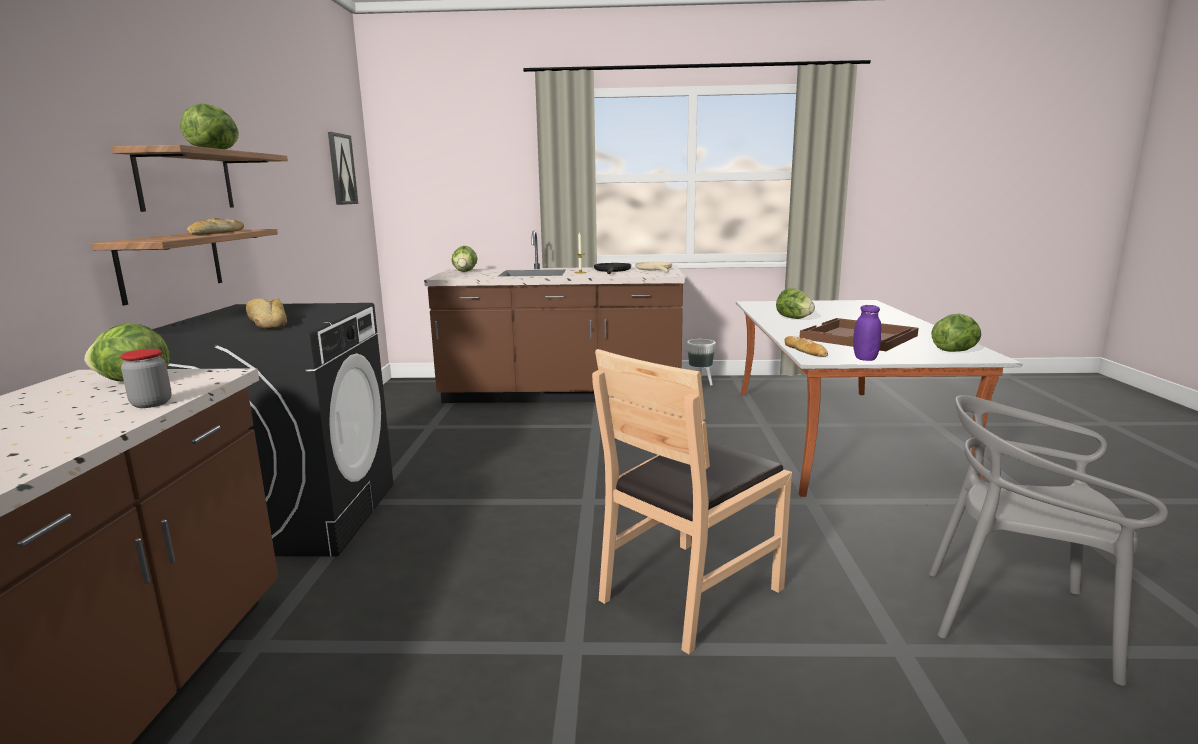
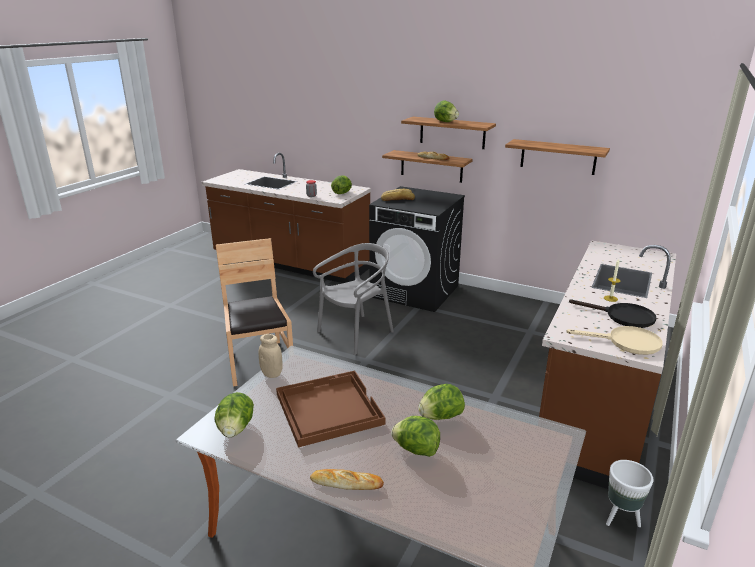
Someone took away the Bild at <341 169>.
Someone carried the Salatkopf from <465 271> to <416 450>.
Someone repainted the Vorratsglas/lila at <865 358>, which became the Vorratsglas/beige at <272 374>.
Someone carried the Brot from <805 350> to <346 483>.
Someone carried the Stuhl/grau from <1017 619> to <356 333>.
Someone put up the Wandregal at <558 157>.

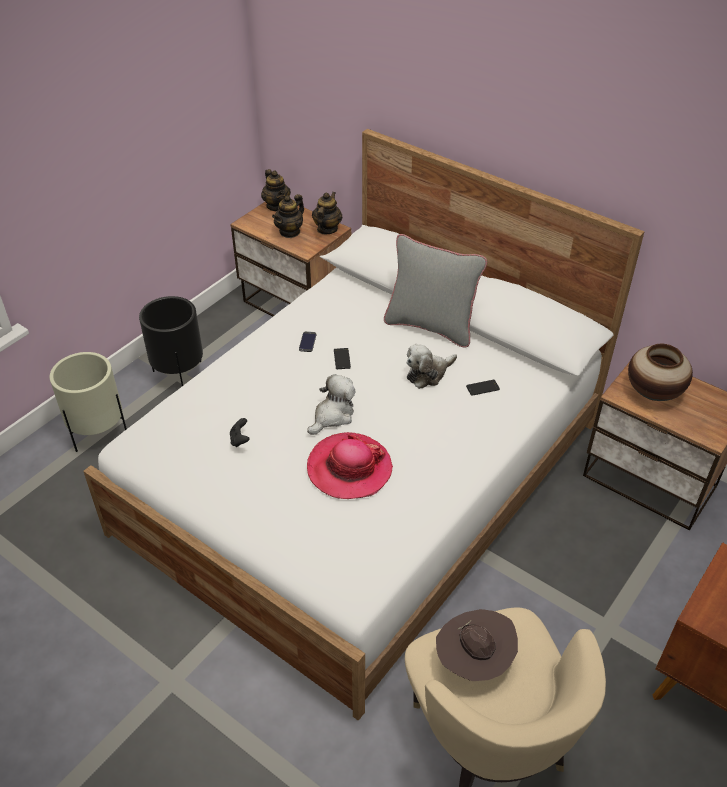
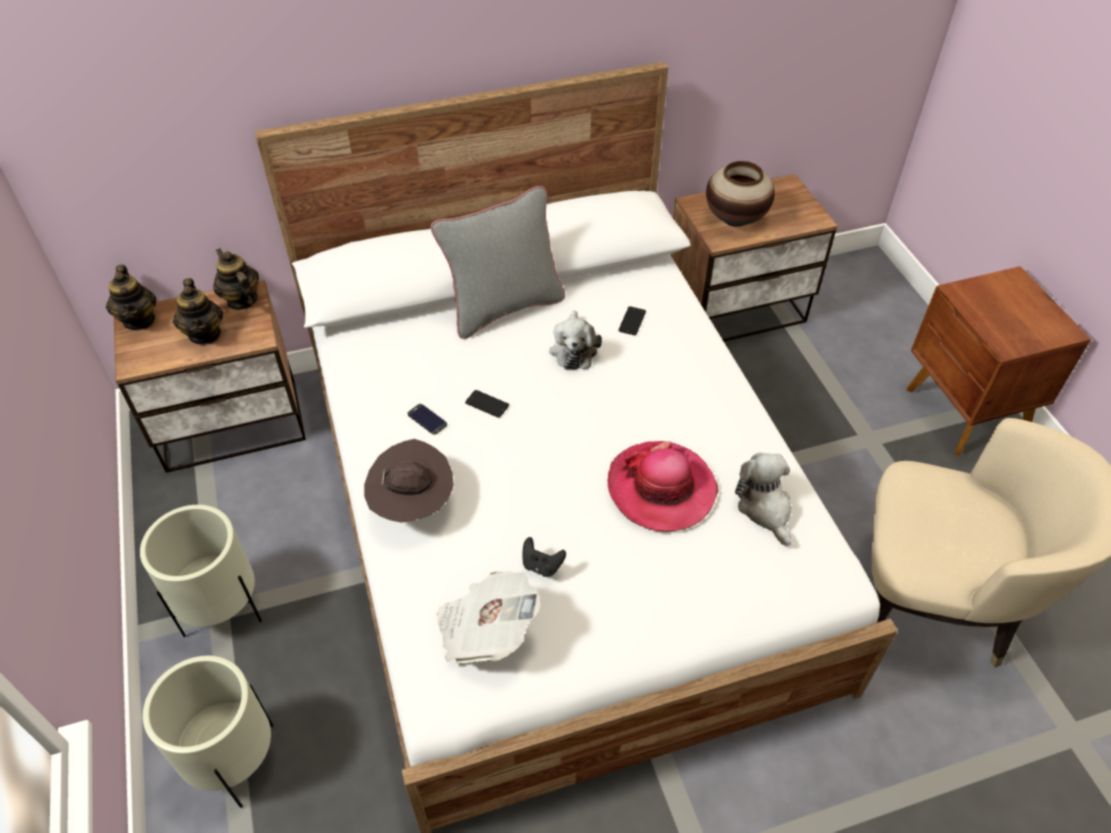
Someone rotated the Teekanne at <277 206> by 60 degrees clockwise.
Someone repainted the Pflanzkübel/schwarz at <179 375>, which became the Pflanzkübel/beige at <222 610>.
Someone carried the Plüschtier from <332 416> to <765 508>.
Someone carried the Hut/braun from <474 661> to <413 504>.
Someone put down the Zeitung at <486 630>.

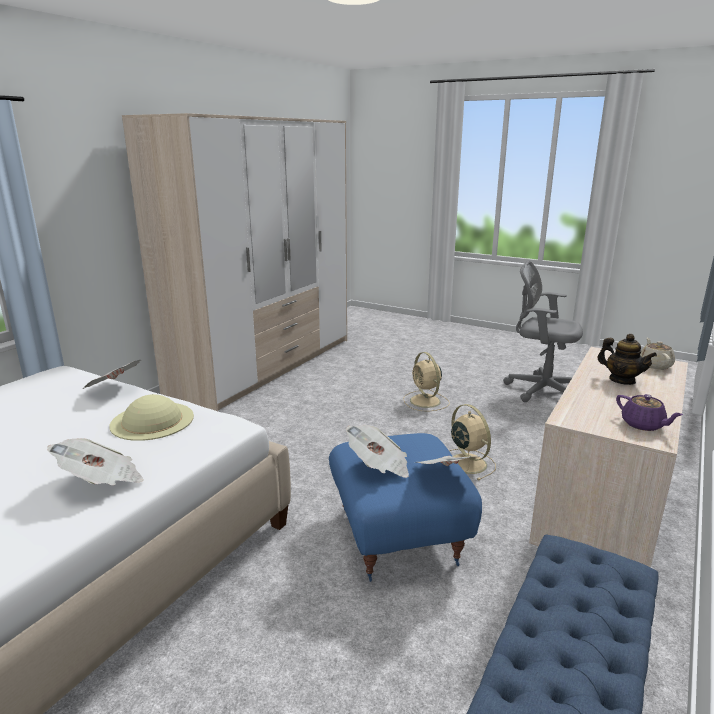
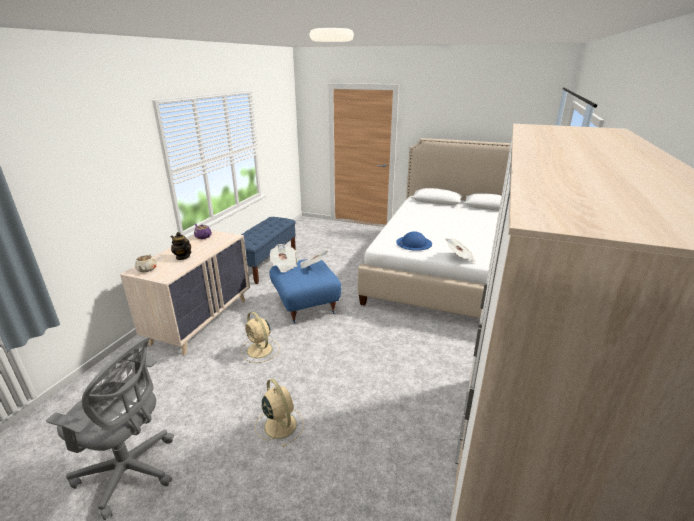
Someone repainted the Hut/beige at <152 420>, which became the Hut/blau at <414 243>.
Someone took away the Zeitung at <102 481>.

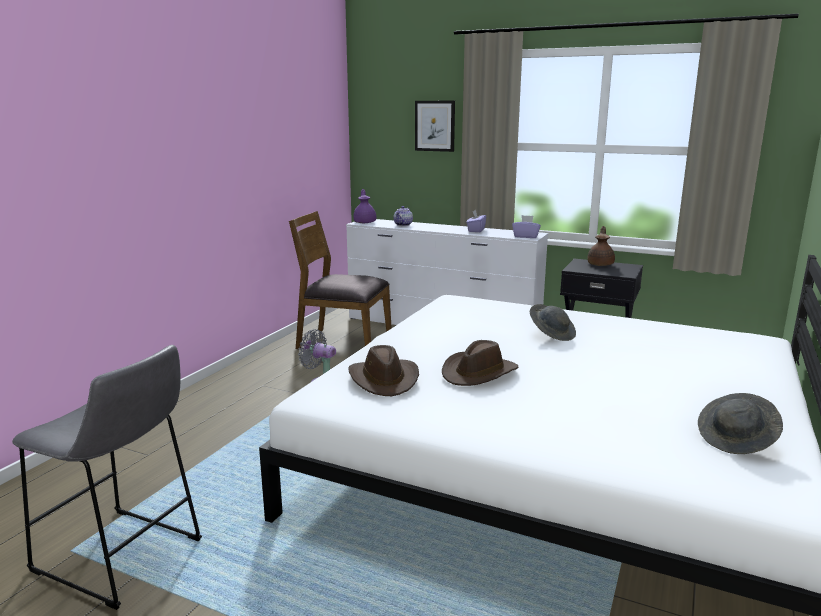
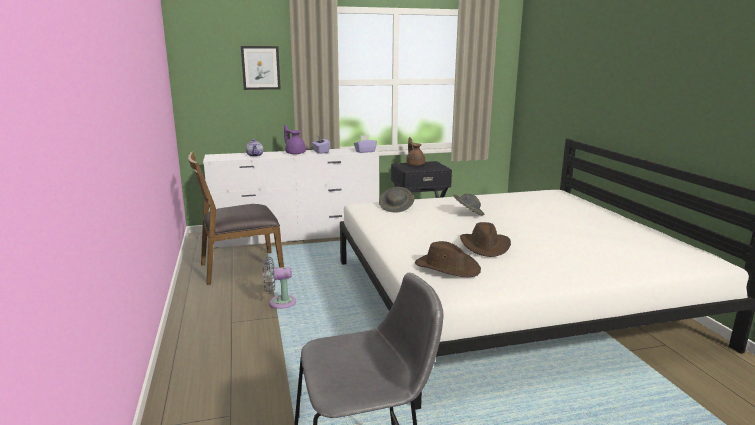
Someone carried the Teekanne/lila from <365 222> to <295 153>.
Someone carried the Hut/grau from <737 439> to <396 208>.

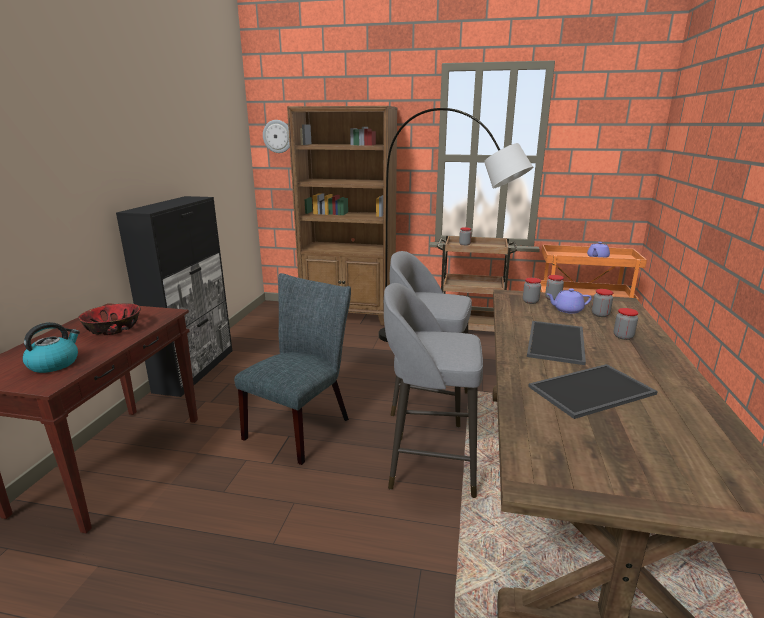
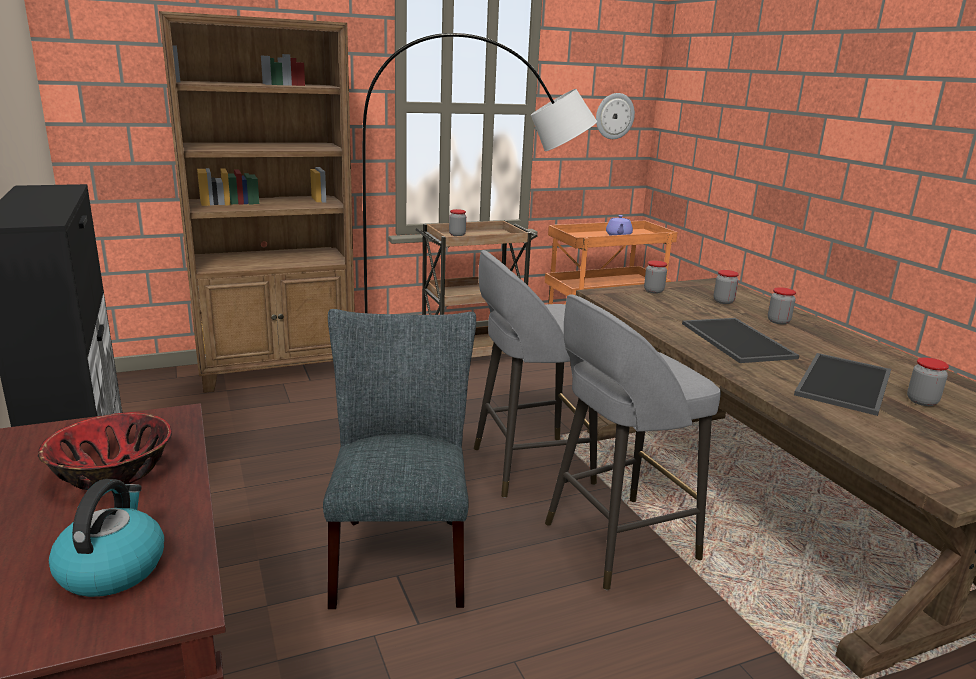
Someone carried the Wanduhr from <278 136> to <614 116>.
Someone carried the Vorratsglas from <530 301> to <922 401>.
Someone took away the Teekanne/lila at <567 310>.

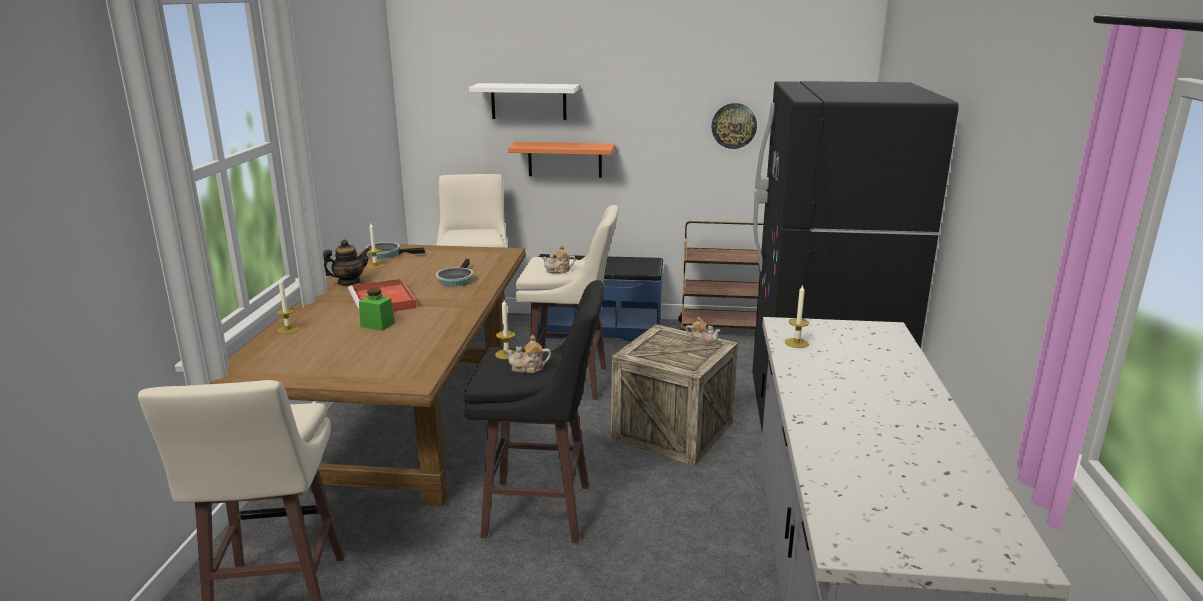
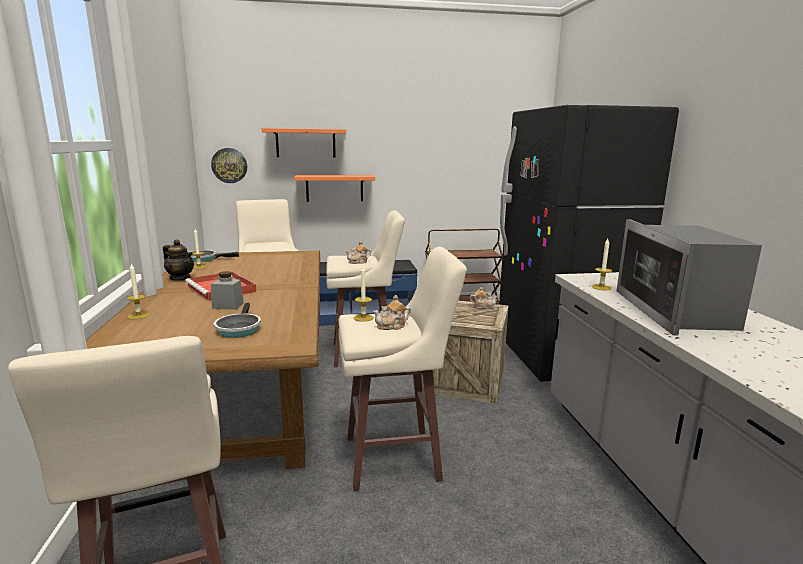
Someone repainted the Wandregal/weiß at <528 101>, which became the Wandregal/orange at <305 143>.
Someone carried the Wanduhr from <734 125> to <229 165>.
Someone rotated the Teekanne at <348 282> by 75 degrees clockwise.
Someone carried the Pfanne from <455 280> to <238 329>.
Someone repainted the Hocker/schwarz at <541 512>, which became the Hocker/beige at <396 459>.
Someone repainted the Vorratsglas/grün at <377 325>, which became the Vorratsglas/grau at <228 305>.
Someone put down the Mikrowelle at <675 311>.

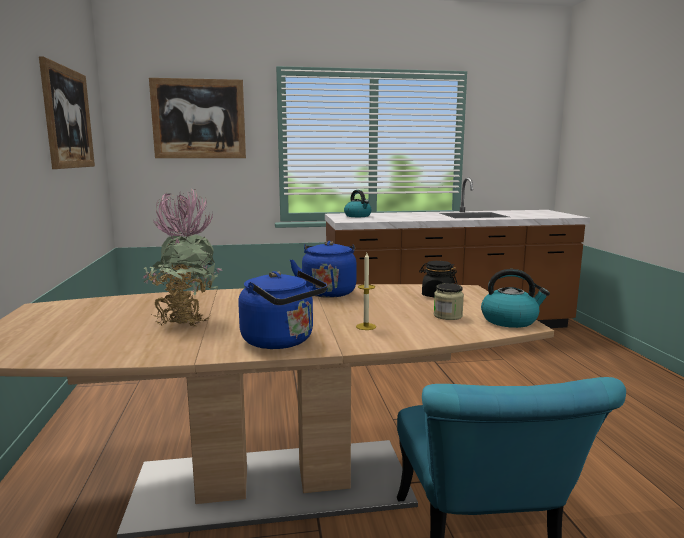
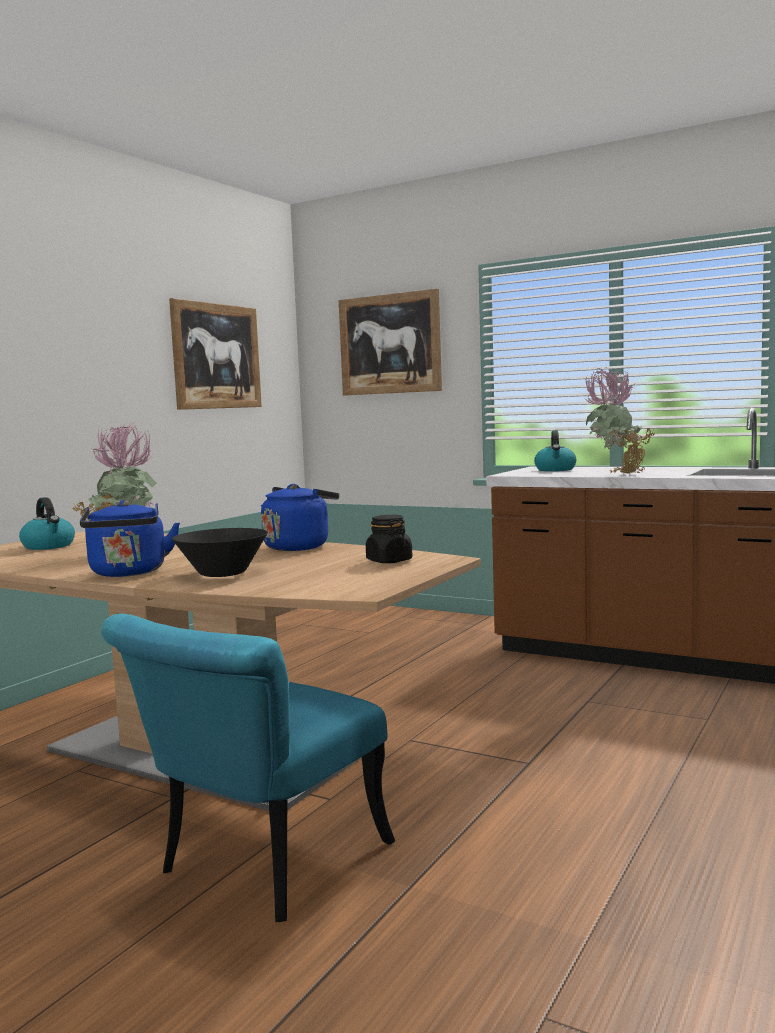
Someone swapped the Kerze at <366 326> for the Schüssel/schwarz at <222 573>.
Someone carried the Wasserkessel from <510 320> to <49 546>.
Someone took away the Vorratsglas at <448 316>.
Someone put down the Topfpflanze at <617 475>.

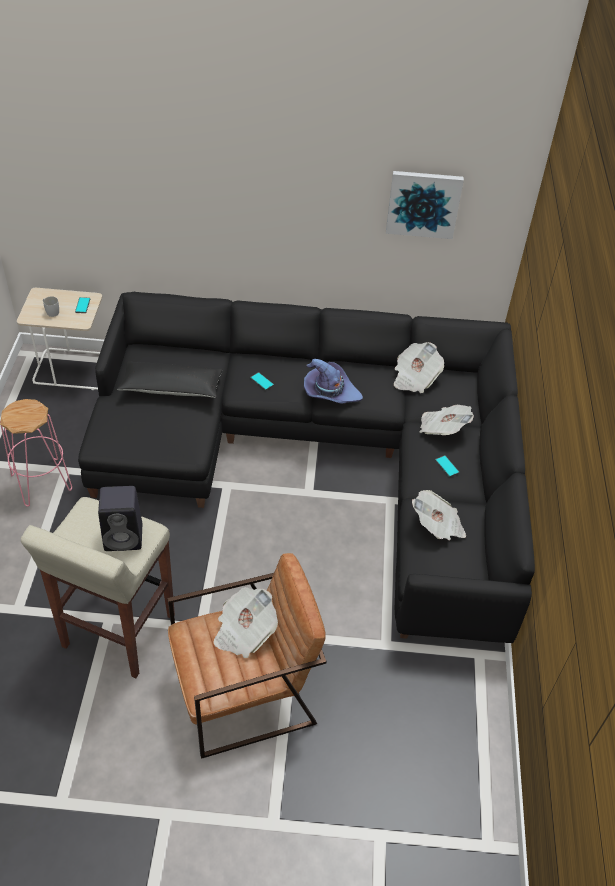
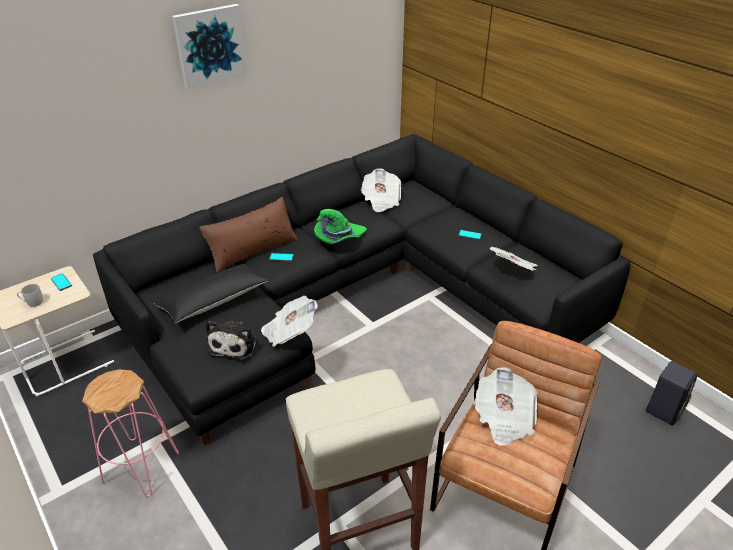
Someone carried the Bild from <423 204> to <210 45>.
Someone repainted the Hut/lila at <330 392>, which became the Hut/grün at <339 237>.
Someone carried the Zeitung from <442 429> to <289 332>.
Someone carried the Lautsprecher/schwarz from <125 537> to <664 409>.
Someone put down the Kissen/braun at <253 250>.
Someone put down the Plüschtier at <234 344>.

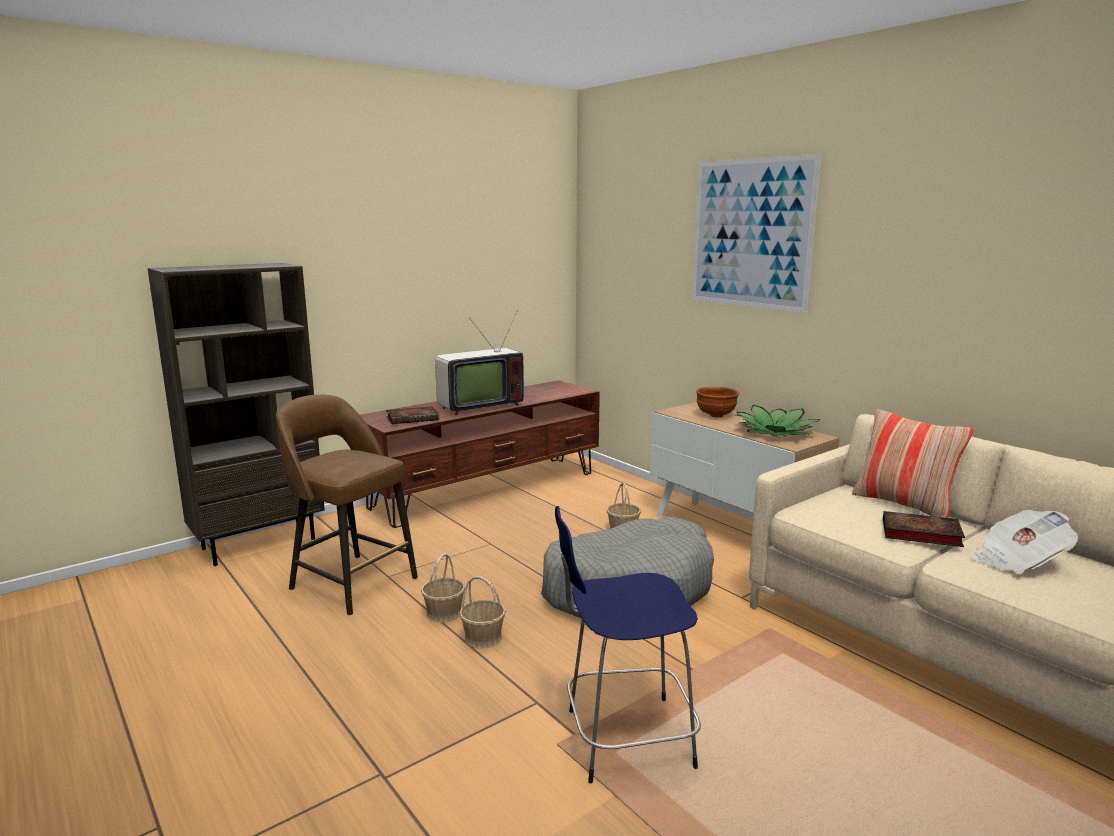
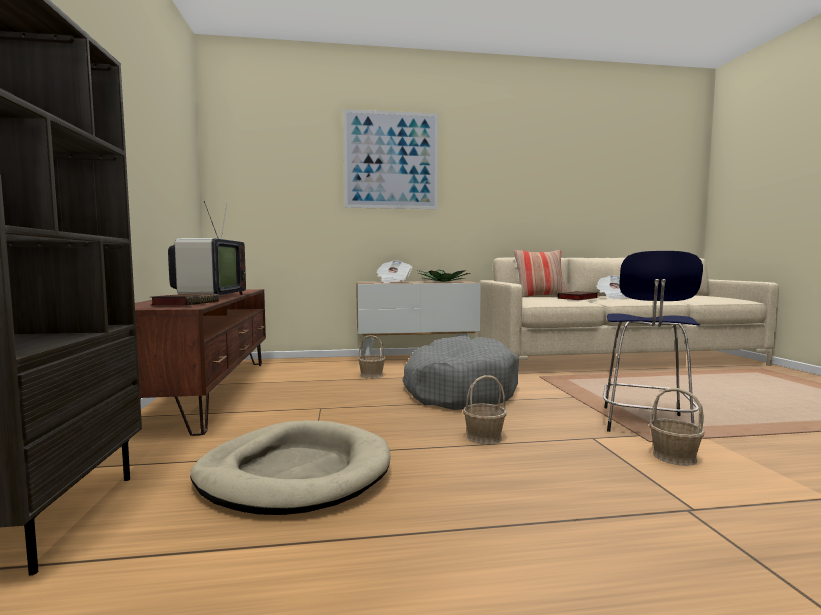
Someone swapped the Schüssel/braun at <715 415> for the Zeitung at <393 282>.
Someone swapped the Hocker/braun at <351 582> for the Hundebett/beige at <295 473>.
Someone carried the Korb from <444 613> to <674 457>.

